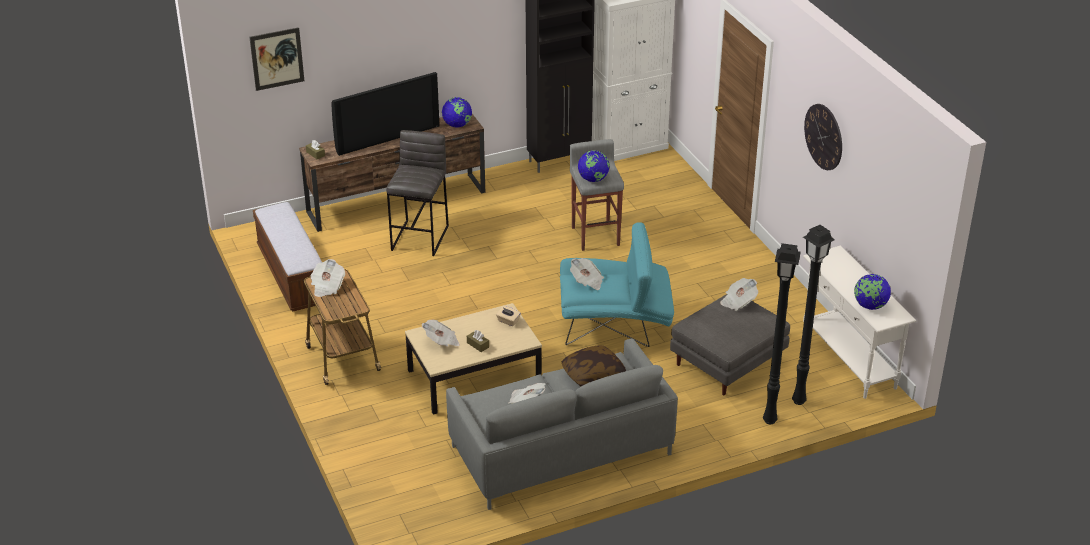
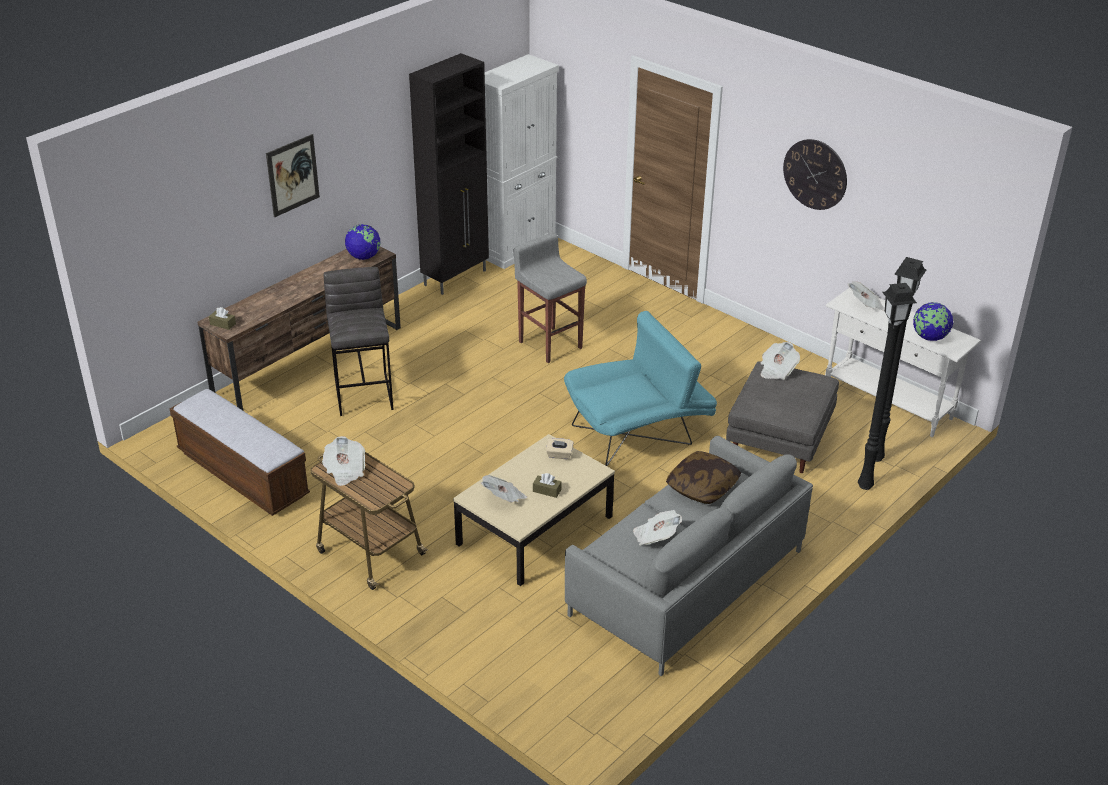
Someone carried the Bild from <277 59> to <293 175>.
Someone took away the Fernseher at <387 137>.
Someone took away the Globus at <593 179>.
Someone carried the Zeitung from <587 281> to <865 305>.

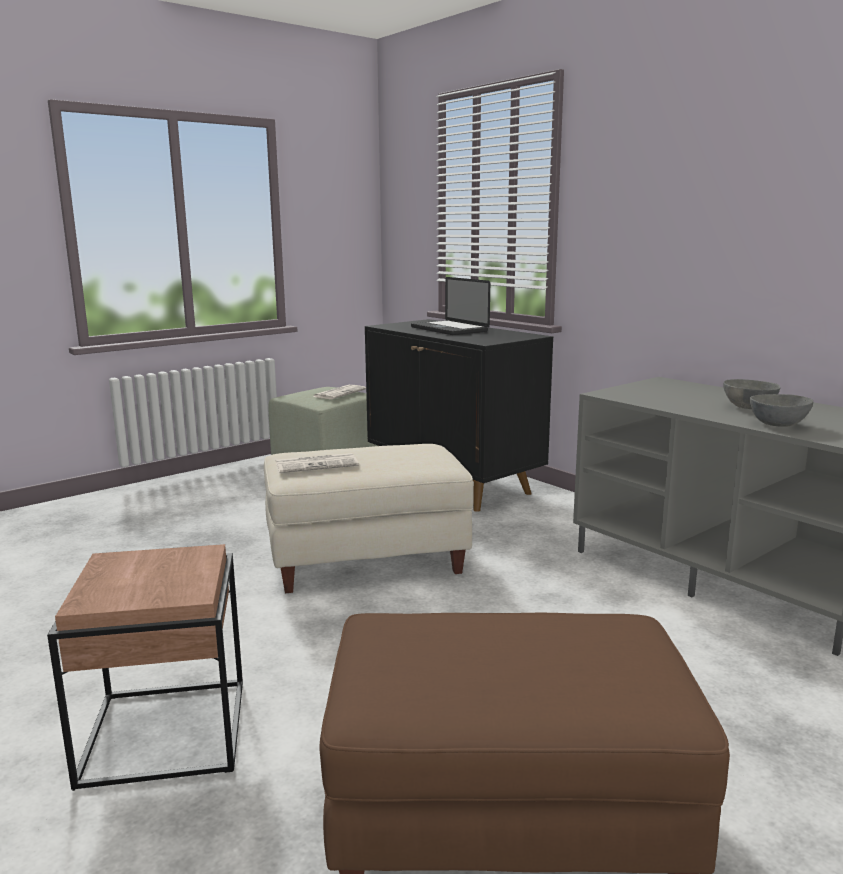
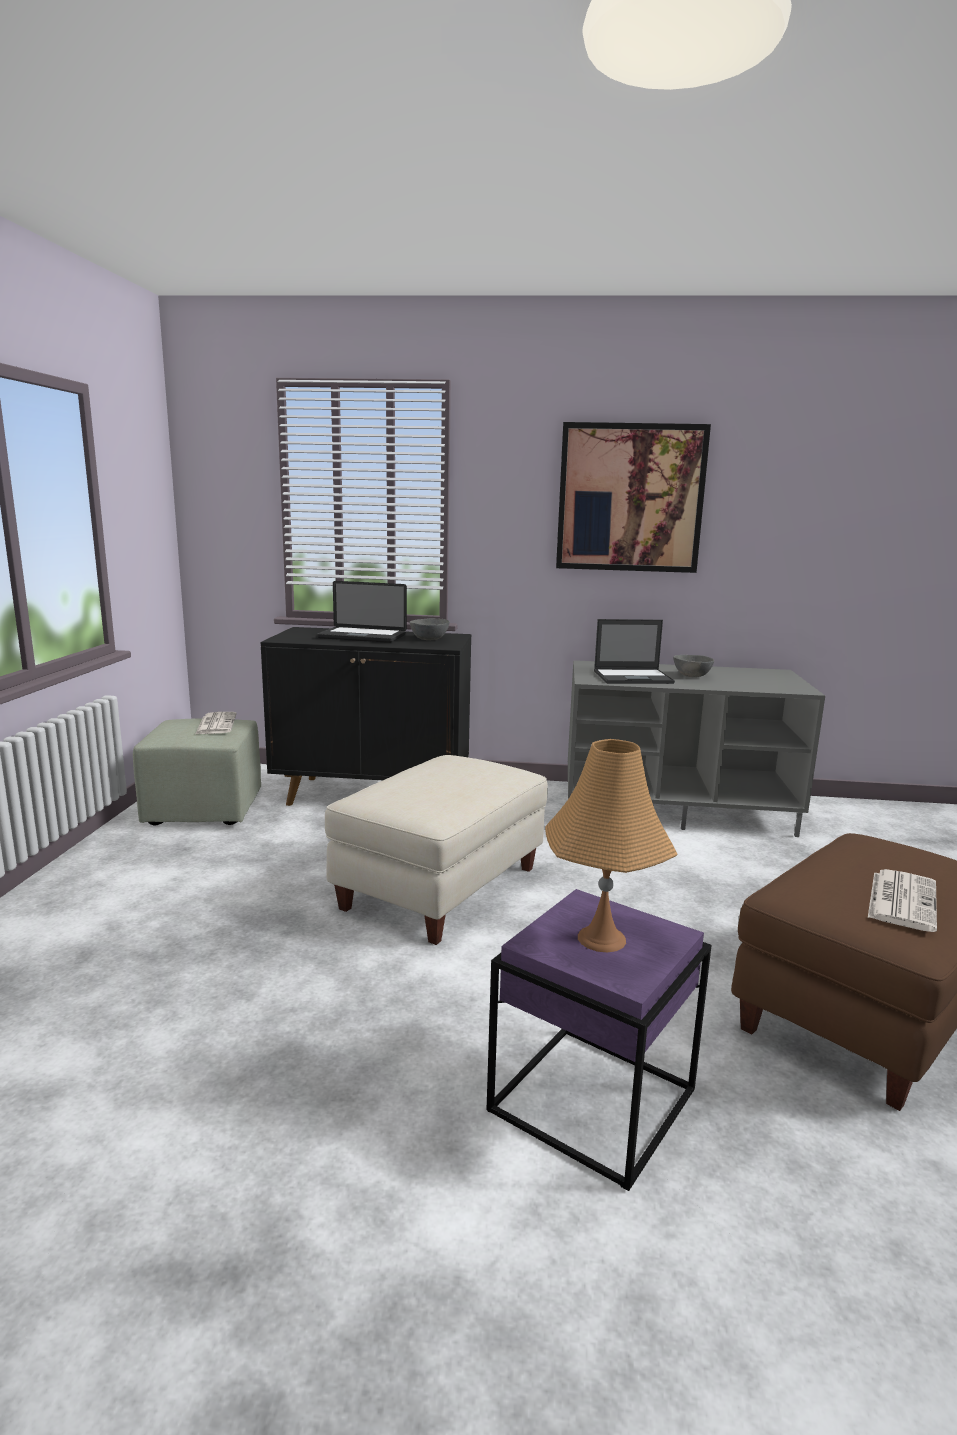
Someone carried the Schüssel/grau from <779 425> to <430 639>.
Someone carried the Zeitung from <317 464> to <901 900>.
Someone repainted the Beistelltisch/braun at <167 733>, which became the Beistelltisch/lila at <595 1101>.
Someone put up the Bild at <630 498>.
Someone put down the Laptop at <633 677>.
Someone put down the Tischlampe/orange at <601 938>.

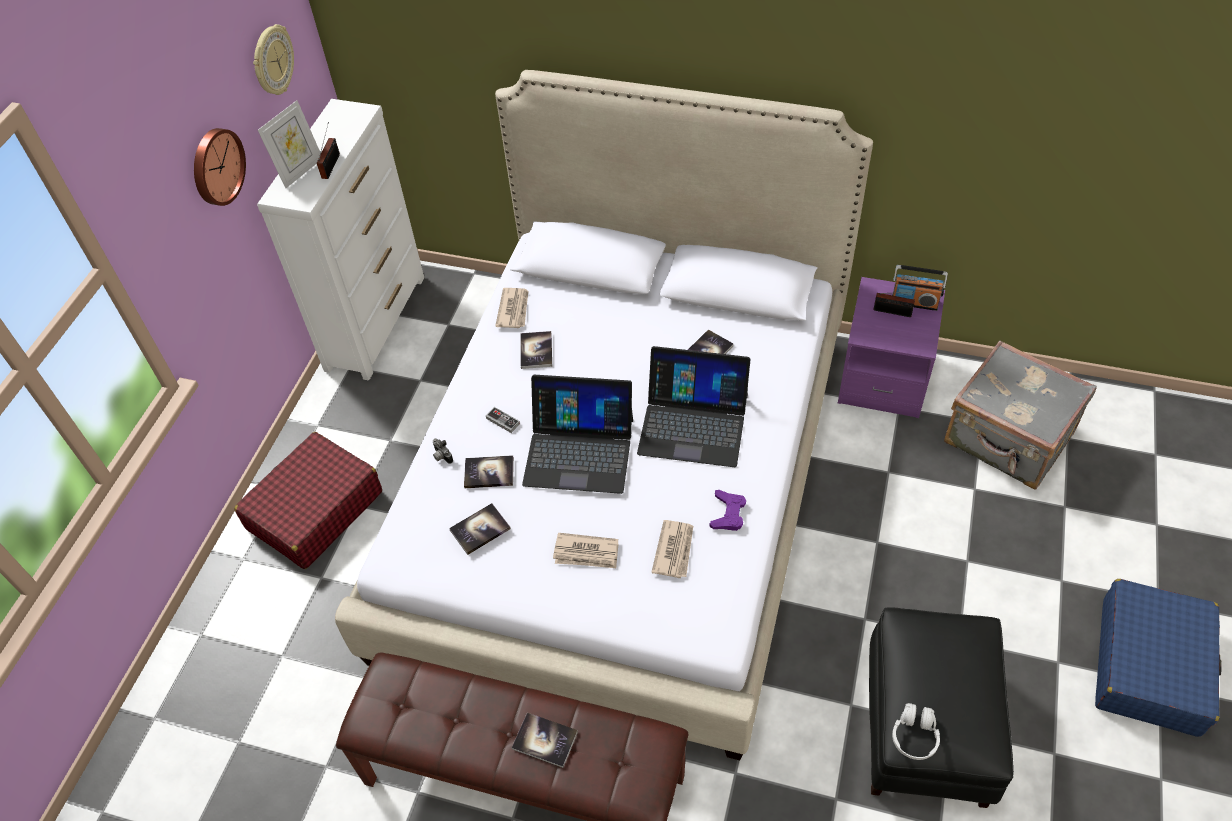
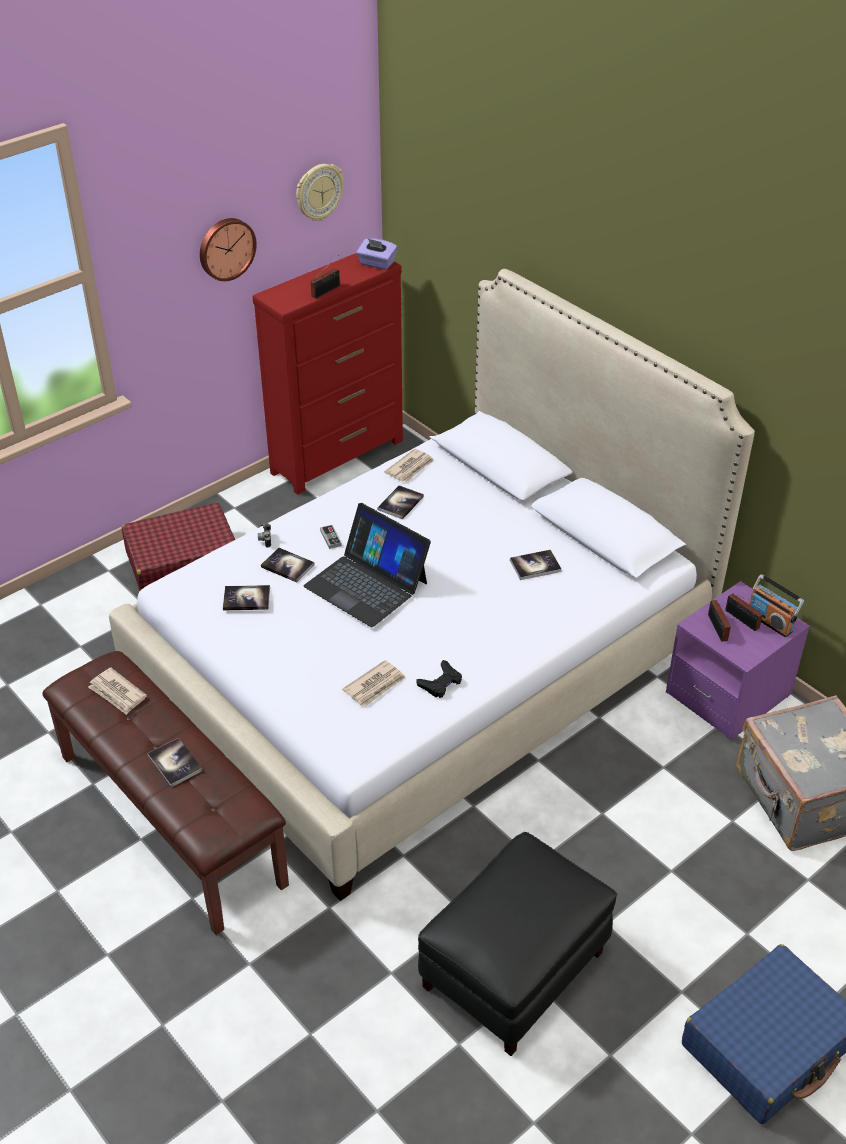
Someone repainted the Kommode/weiß at <376 322>, which became the Kommode/rot at <338 456>.
Someone took away the Bilderrahmen at <300 171>.
Someone took away the Laptop at <693 424>.
Someone repainted the Gamepad/lila at <728 513>, which became the Gamepad/schwarz at <440 683>.
Someone carried the Zeitung from <586 553> to <117 693>.
Someone took away the Kopfhörer/weiß at <914 736>.
Someone put down the Taschentuchbox/lila at <377 264>.
Someone put down the Radio at <718 629>.

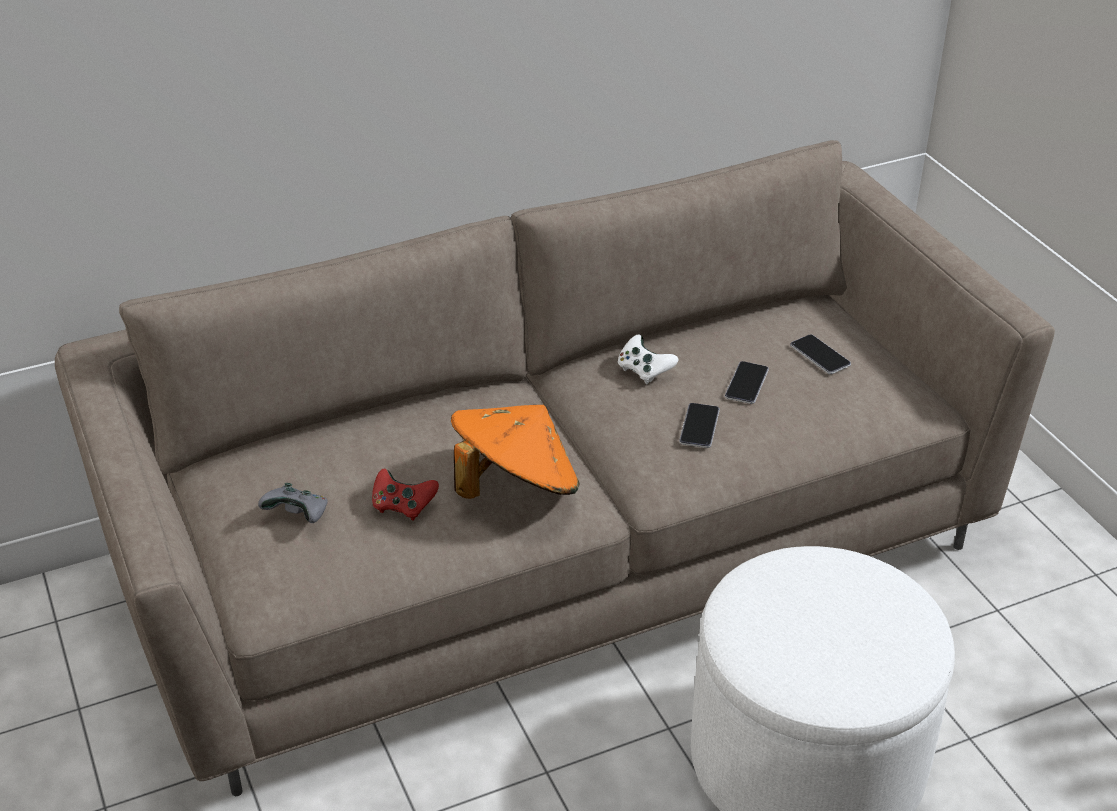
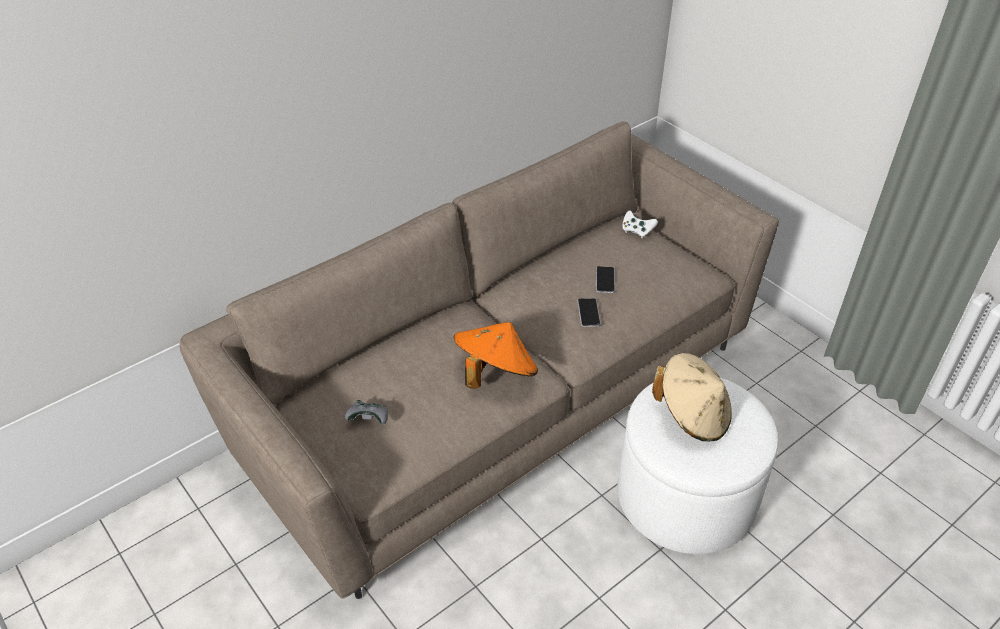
Someone carried the Gamepad/weiß from <644 371> to <637 231>.
Someone took away the Handy at <820 355>.
Someone took away the Gamepad/rot at <403 506>.
Someone put down the Hut/beige at <692 415>.

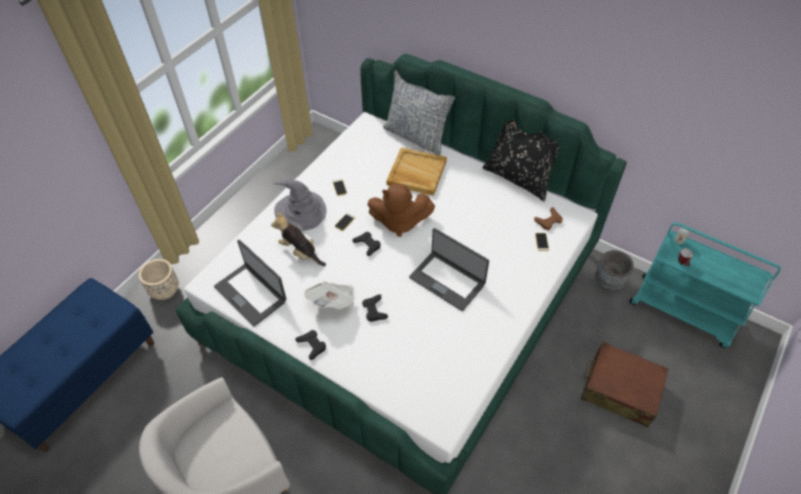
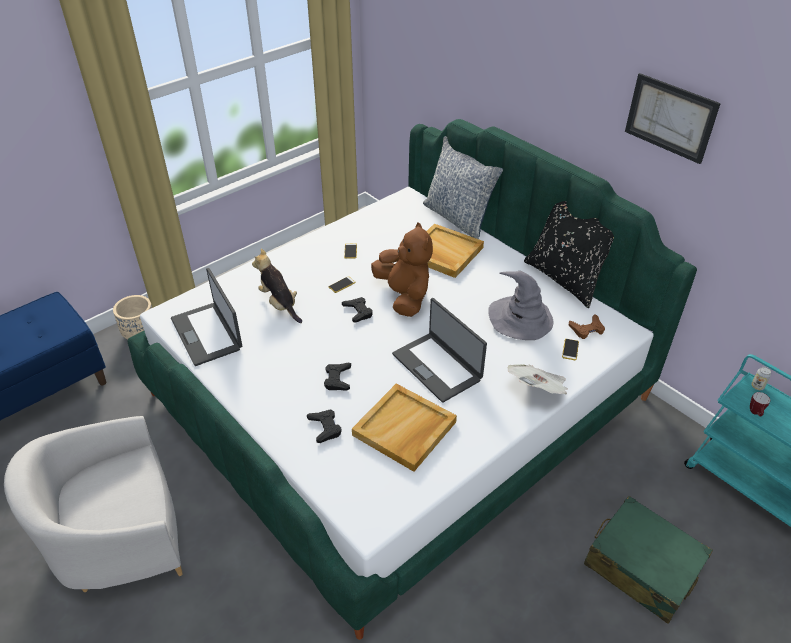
Someone carried the Hut/grau from <301 211> to <520 319>.
Someone rotated the Plüschtier/braun at <399 222> by 135 degrees counterclockwise.
Someone took away the Pflanzkübel/grau at <609 282>.
Someone carried the Zeitung from <333 302> to <538 390>.
Someone carried the Gamepad/schwarz from <312 345> to <325 428>.
Someone repainted the Koffer/braun at <620 390>, which became the Koffer/grün at <642 567>.
Someone put up the Bild at <670 117>.
Someone put down the Tablett/beige at <404 429>.

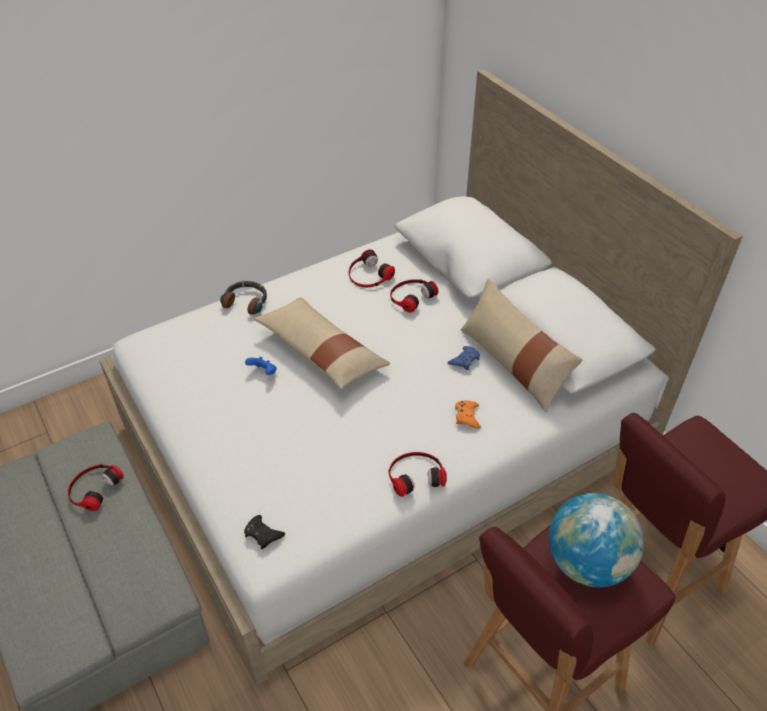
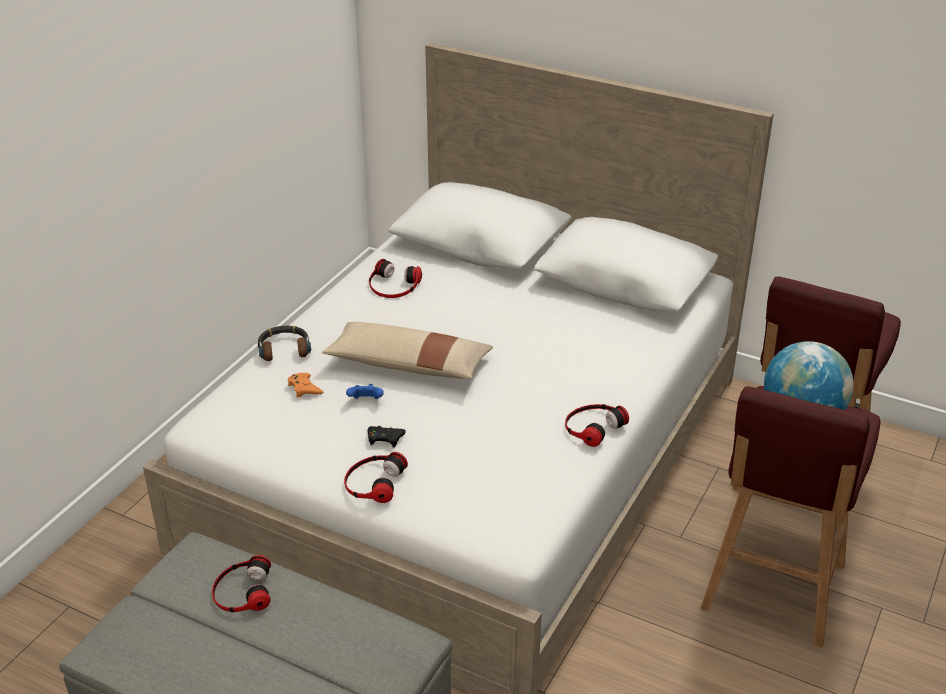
Someone took away the Kissen/beige at <513 363>.
Someone carried the Kopfhörer from <411 296> to <373 482>.
Someone took away the Gamepad/blau at <464 360>.
Someone carried the Gamepad/orange from <467 416> to <304 388>.
Someone carried the Gamepad/schwarz from <263 534> to <385 438>.

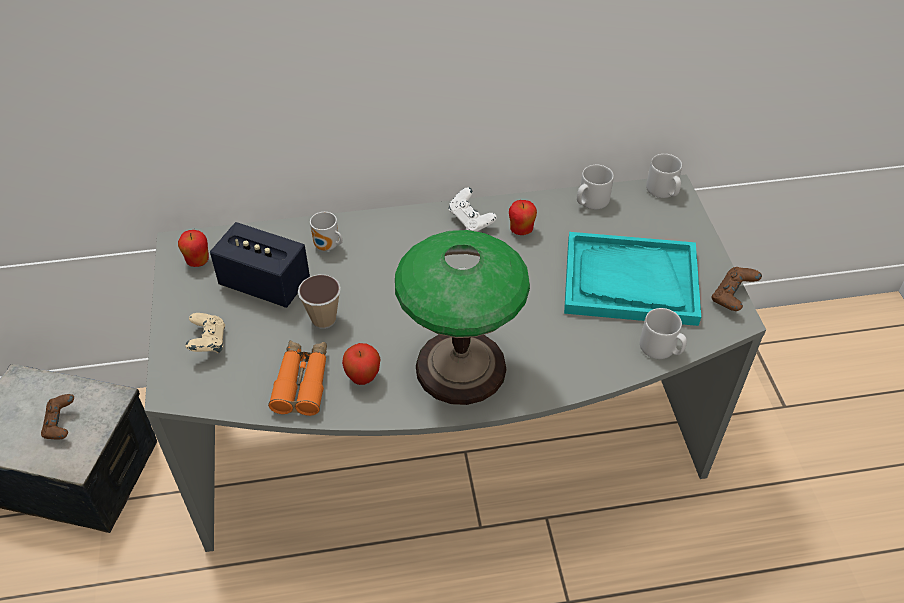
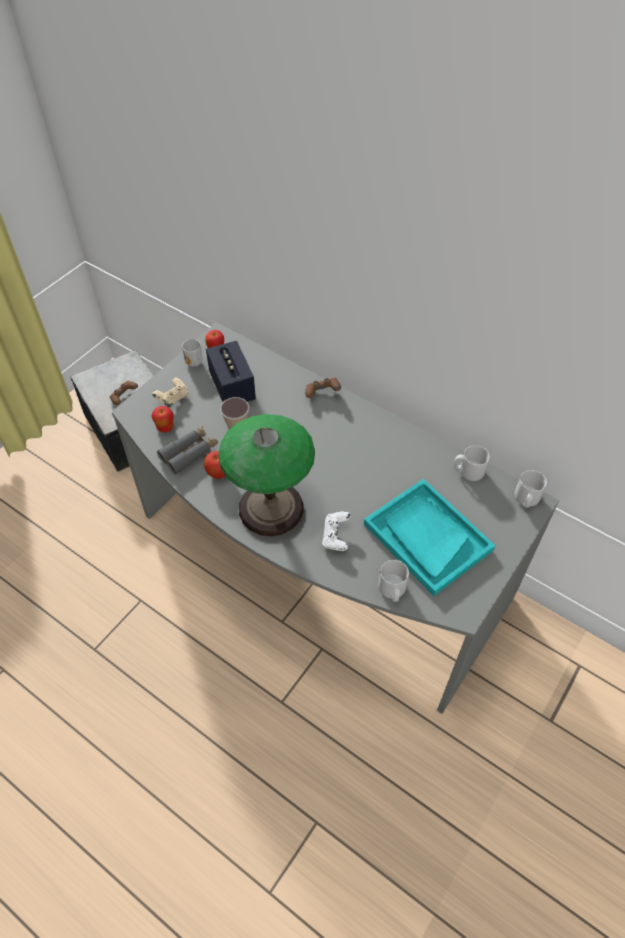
Someone carried the Gamepad/weiß from <471 221> to <336 537>.
Someone carried the Apfel from <521 230> to <165 428>.
Someone carried the Henkelbecher from <327 247> to <193 364>.
Someone carried the Gamepad/braun from <732 298> to <322 394>.
Someone repainted the Fernglas/orange at <302 382>, which became the Fernglas/grau at <189 453>.

